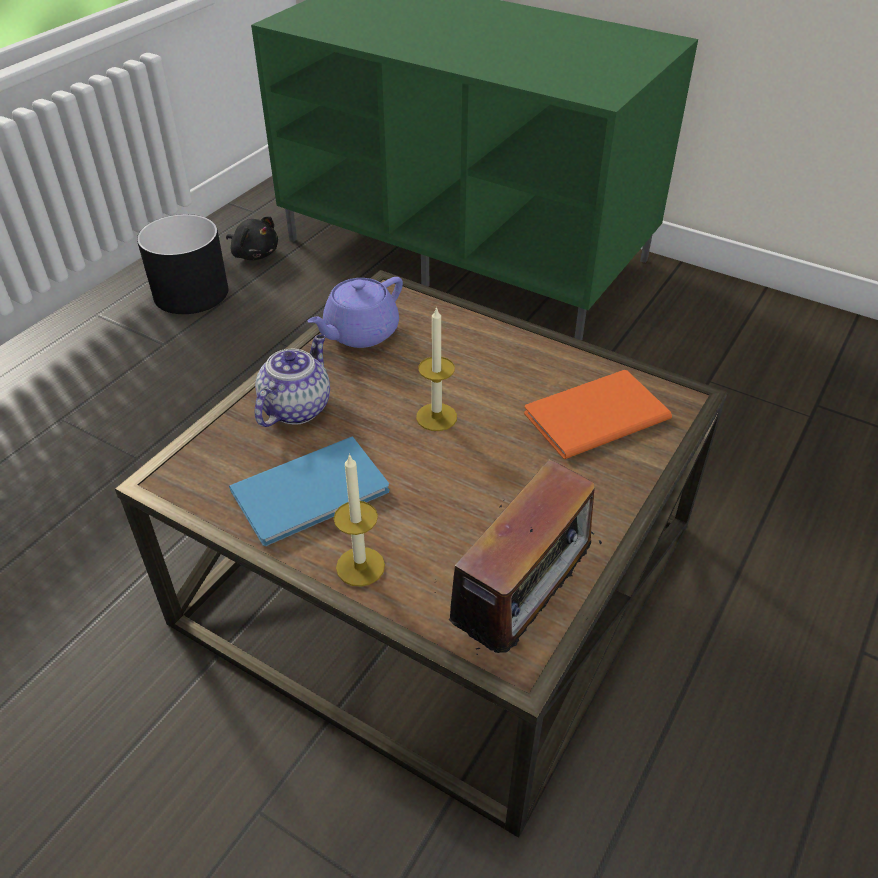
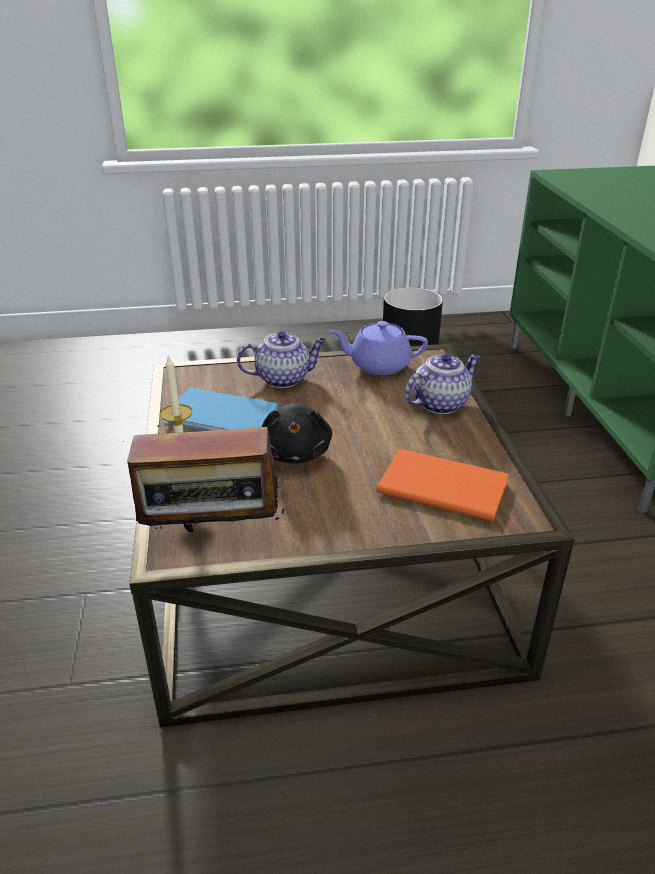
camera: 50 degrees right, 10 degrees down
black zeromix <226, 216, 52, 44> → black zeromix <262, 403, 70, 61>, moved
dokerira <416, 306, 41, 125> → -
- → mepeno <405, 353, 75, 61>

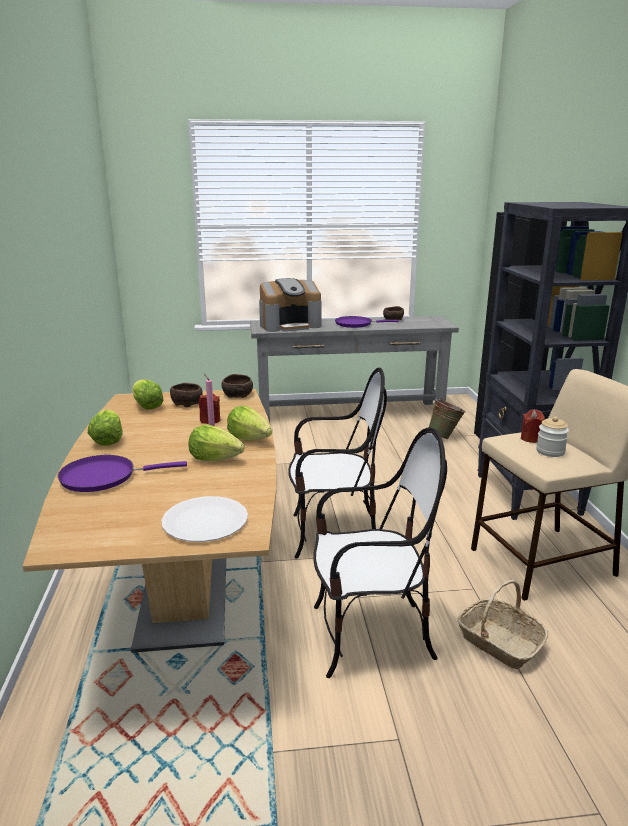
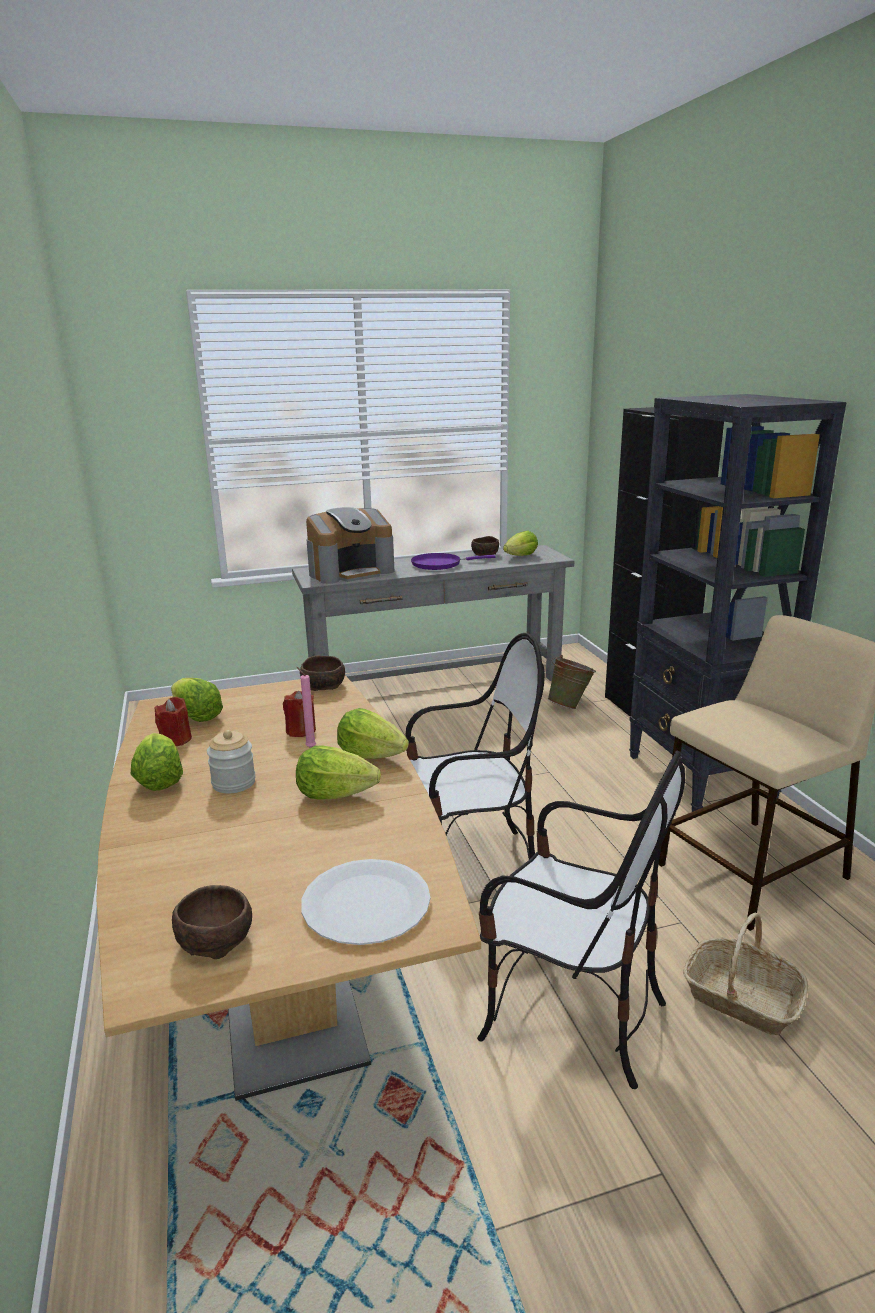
camera: 10 degrees left, 0 degrees up
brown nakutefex <170, 383, 33, 24> → brown nakutefex <172, 885, 80, 74>, moved
red dokerira <521, 409, 24, 34> → red dokerira <154, 697, 38, 49>, moved
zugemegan <536, 416, 33, 41> → zugemegan <207, 730, 49, 64>, moved
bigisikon <313, 427, 134, 251> → bigisikon <477, 750, 208, 339>, 45 degrees clockwise
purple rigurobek <58, 455, 129, 37> → -
- → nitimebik <503, 531, 35, 25>

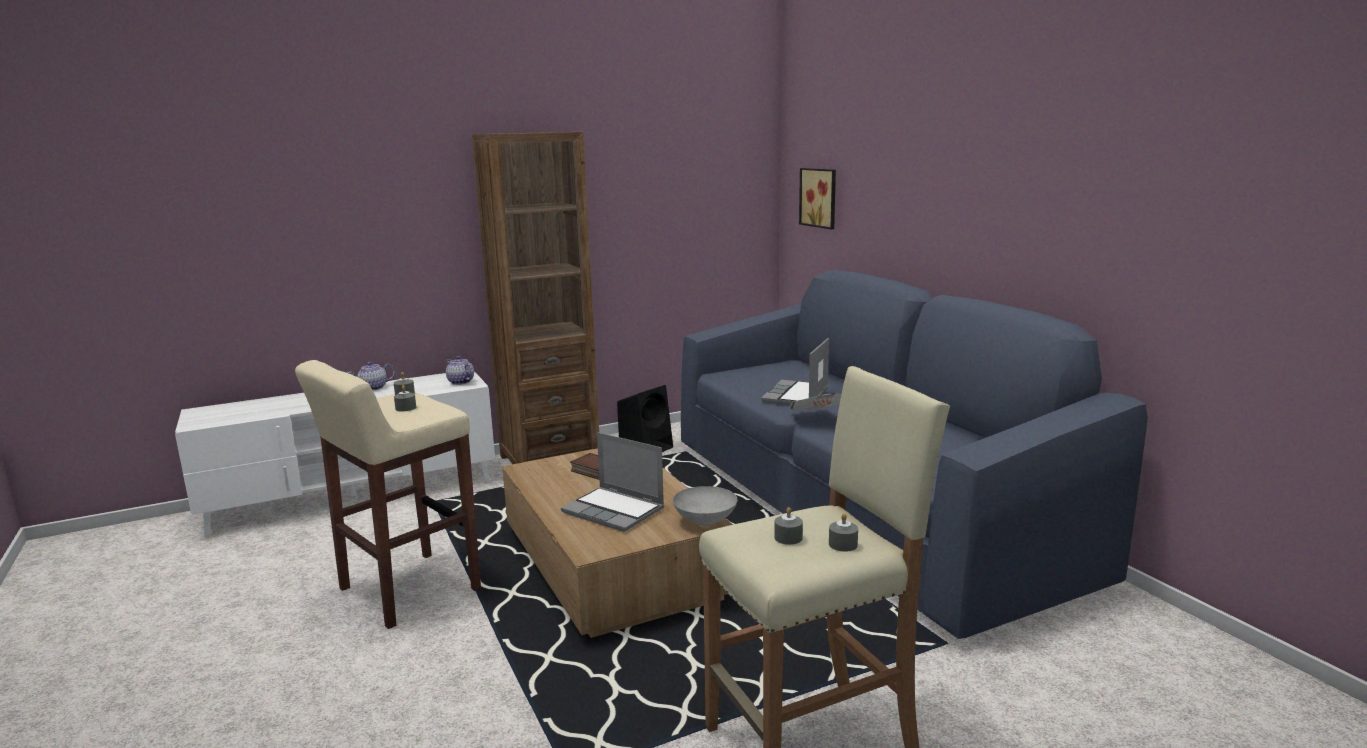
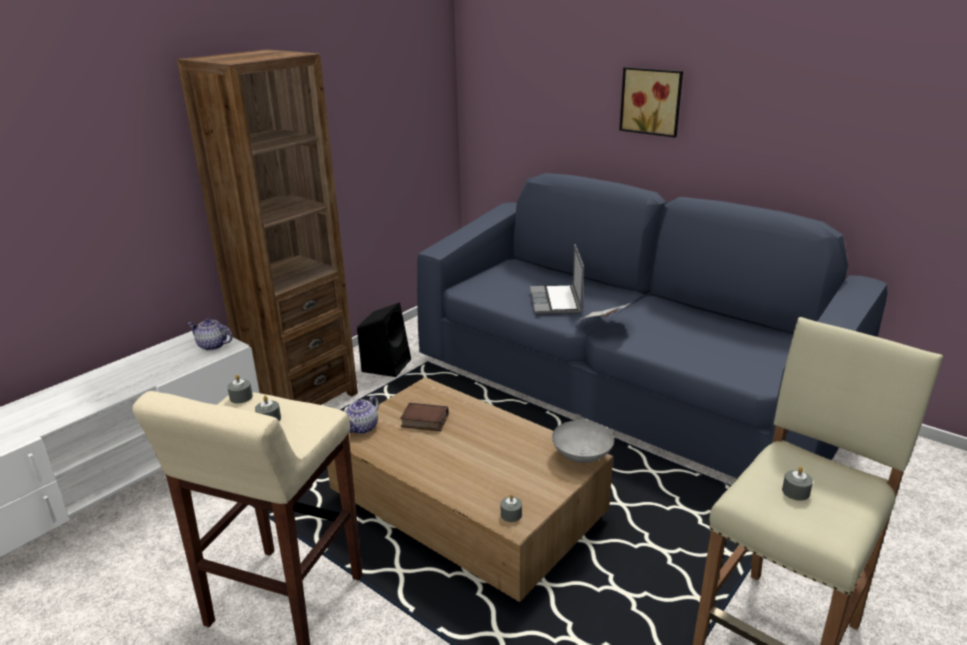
camera: 25 degrees left, 10 degrees up
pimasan <799, 168, 37, 61> → pimasan <619, 67, 64, 70>, moved
mepeno <347, 362, 48, 29> → mepeno <345, 395, 34, 39>, moved
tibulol <561, 432, 103, 100> → -
grey dokerira <829, 513, 29, 39> → grey dokerira <501, 494, 21, 28>, moved

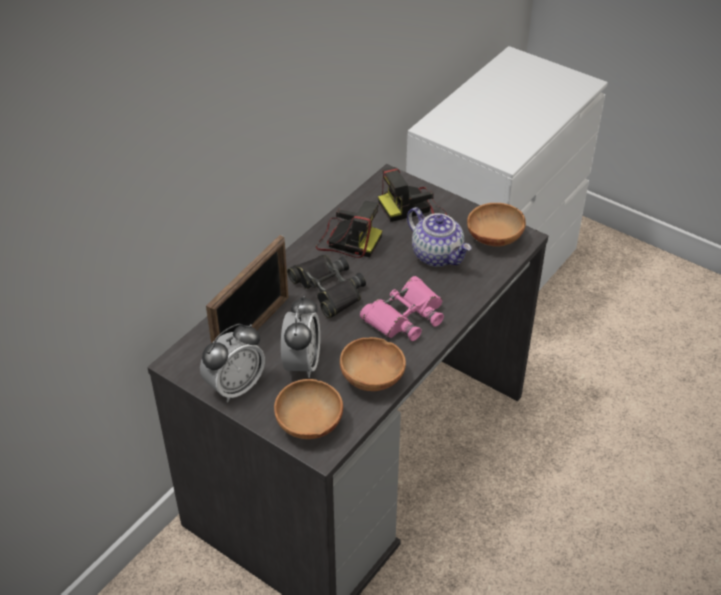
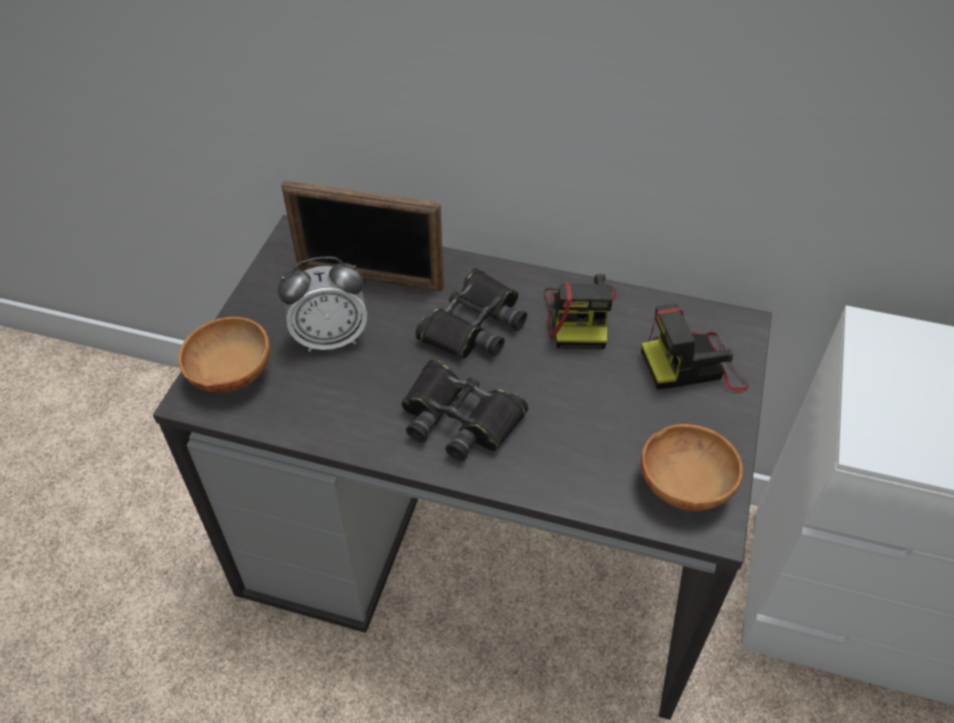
camera: 70 degrees right, 5 degrees up
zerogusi <378, 167, 69, 55> → zerogusi <641, 304, 107, 88>, 60 degrees counterclockwise
mepeno <407, 207, 64, 60> → -
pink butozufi <360, 276, 84, 65> → black butozufi <401, 359, 128, 103>
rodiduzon <200, 324, 65, 78> → -
brown nakutefex <340, 337, 66, 54> → -

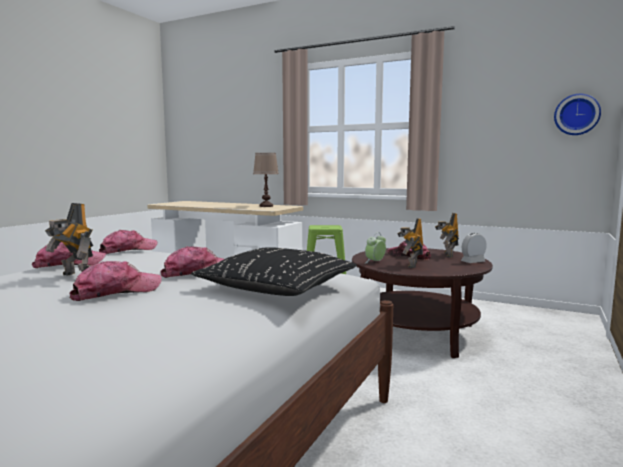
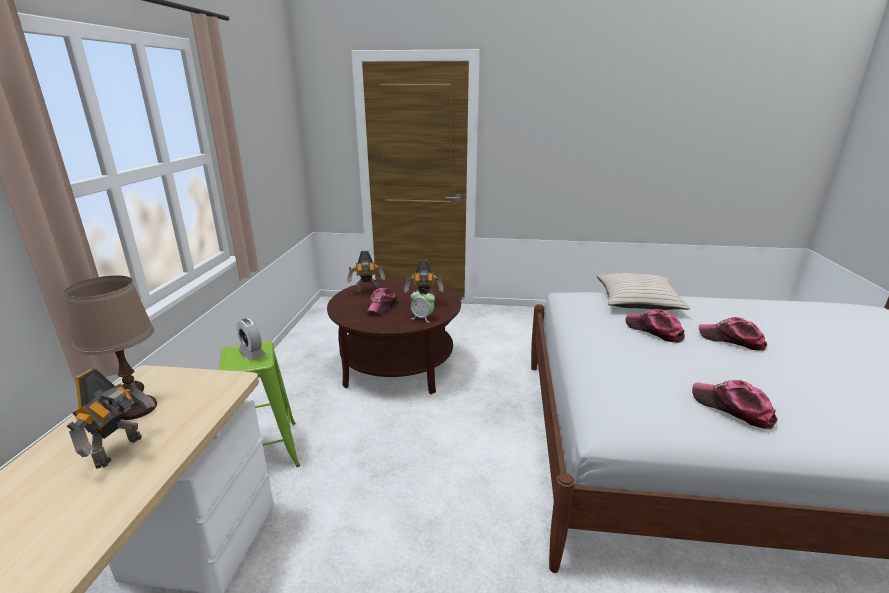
camera: 110 degrees left, 15 degrees up
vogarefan <554, 94, 47, 41> → -
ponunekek <45, 203, 48, 73> → ponunekek <67, 369, 89, 100>, moved
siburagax <99, 230, 59, 24> → -
rodiduzon <461, 233, 26, 30> → rodiduzon <237, 318, 28, 42>, moved
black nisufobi <191, 247, 166, 49> → beige nisufobi <596, 273, 95, 37>

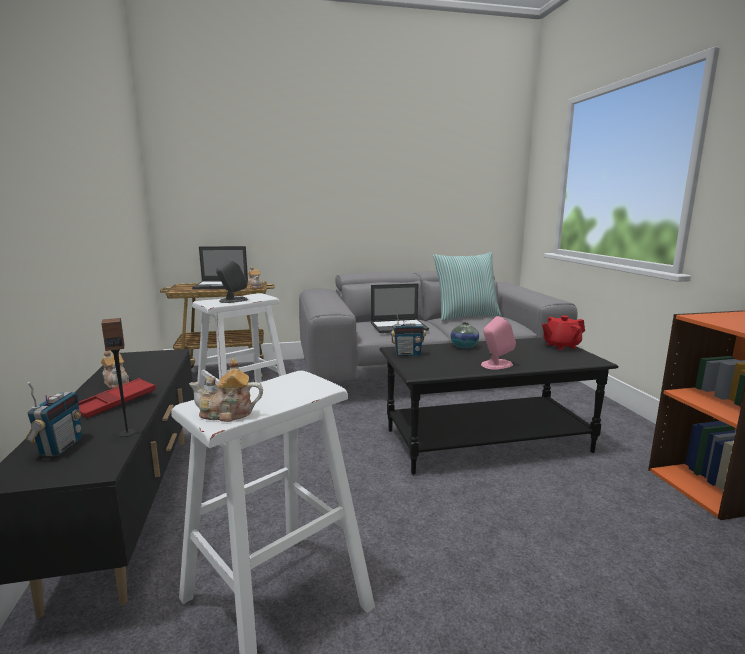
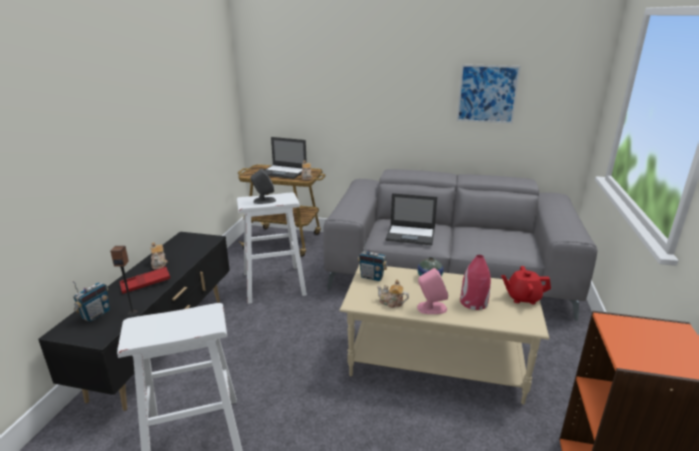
camera: 25 degrees right, 10 degrees up
nisufobi <433, 252, 68, 69> → -
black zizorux <379, 337, 239, 138> → beige zizorux <340, 264, 209, 141>
mepeno <189, 358, 74, 64> → mepeno <377, 279, 32, 29>, moved
- → pimasan <456, 64, 65, 60>
- → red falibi <460, 255, 31, 55>

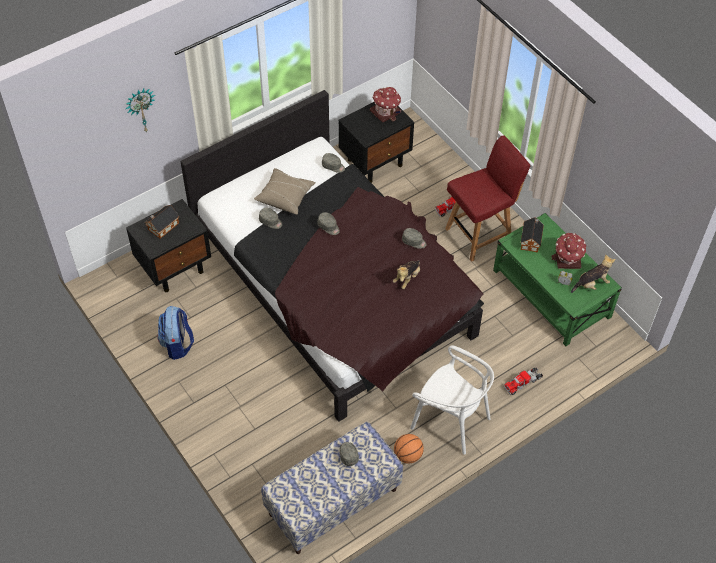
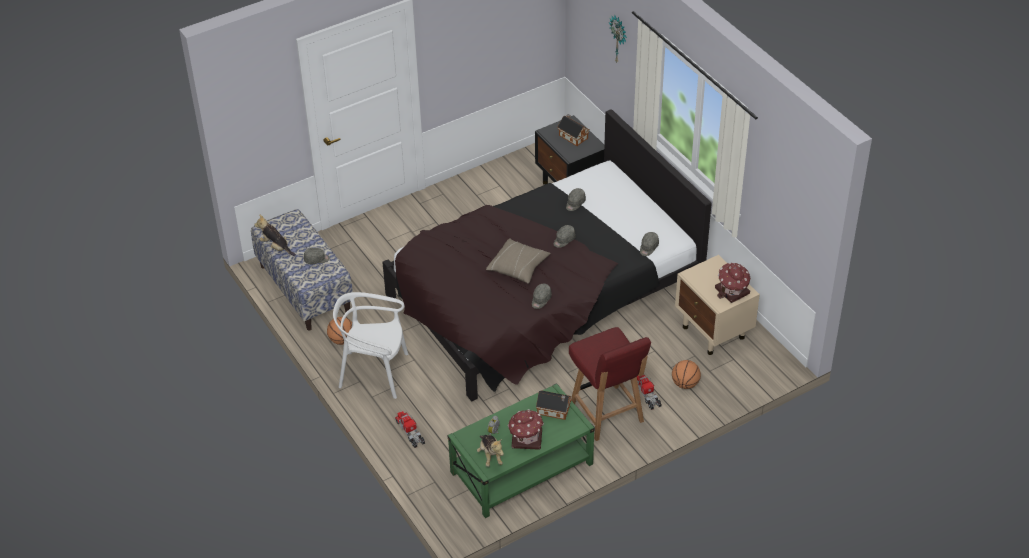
camera: 95 degrees right, 10 degrees down
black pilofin <338, 102, 76, 81> → beige pilofin <675, 255, 85, 100>
beige nisufobi <254, 168, 62, 47> → beige nisufobi <486, 238, 65, 46>, moved
zeromix <393, 260, 27, 29> → zeromix <254, 214, 42, 42>, moved
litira <157, 306, 37, 54> → -
white bigisikon <410, 345, 84, 110> → white bigisikon <333, 292, 75, 107>, 60 degrees clockwise
- → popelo <672, 360, 29, 29>

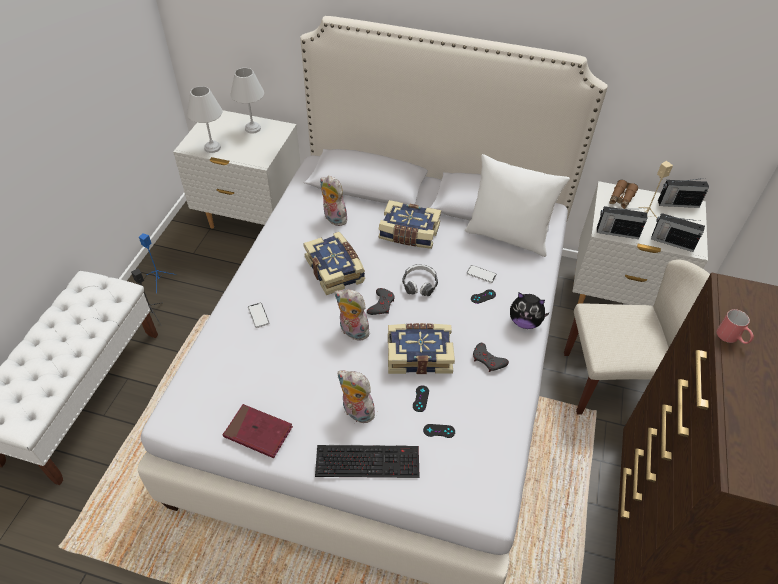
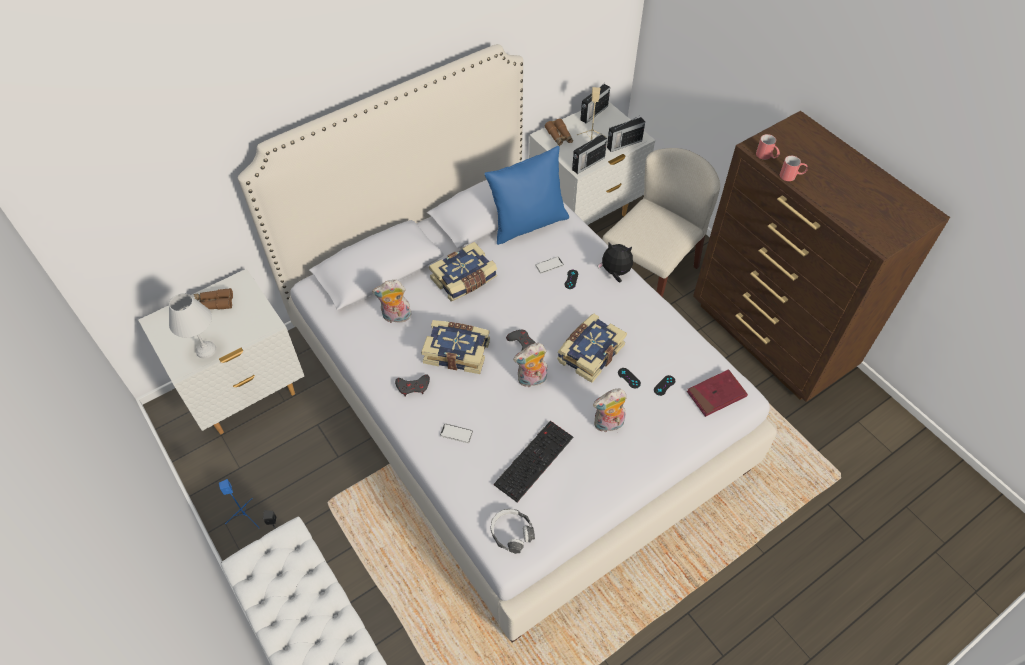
camera: 50 degrees left, 5 degrees up
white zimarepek <231, 68, 33, 65> → brown butozufi <193, 288, 40, 22>
white nisufobi <465, 154, 105, 103> → blue nisufobi <485, 146, 84, 99>
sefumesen <402, 264, 36, 32> → sefumesen <490, 508, 45, 46>, moved
zeromix <510, 292, 40, 37> → zeromix <598, 243, 35, 39>, 135 degrees counterclockwise
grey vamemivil <473, 343, 36, 29> → grey vamemivil <395, 374, 35, 22>, moved
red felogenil <223, 404, 70, 54> → red felogenil <687, 369, 61, 48>, moved
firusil <315, 445, 105, 33> → firusil <494, 421, 79, 81>, moved
- → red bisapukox <756, 134, 24, 26>

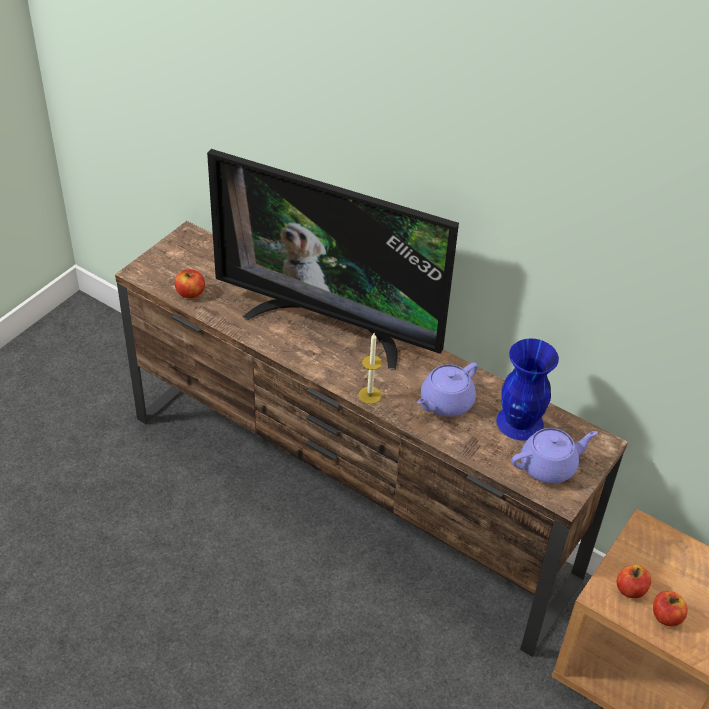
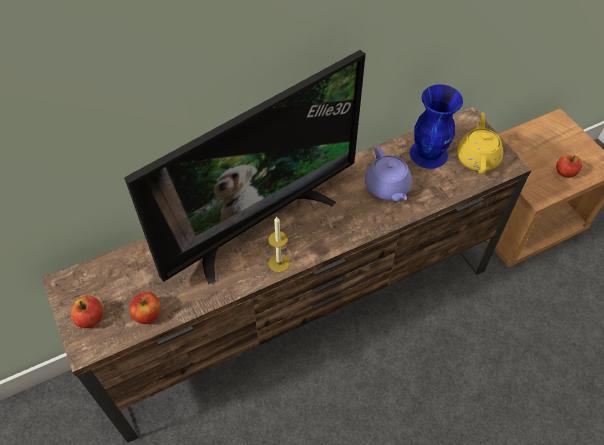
camera: 60 degrees left, 10 degrees up
dokerira <358, 333, 24, 71> → dokerira <268, 216, 22, 56>, moved
purple mepeno <512, 428, 86, 56> → yellow mepeno <457, 112, 46, 62>
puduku <617, 565, 34, 33> → puduku <71, 296, 32, 32>, moved

